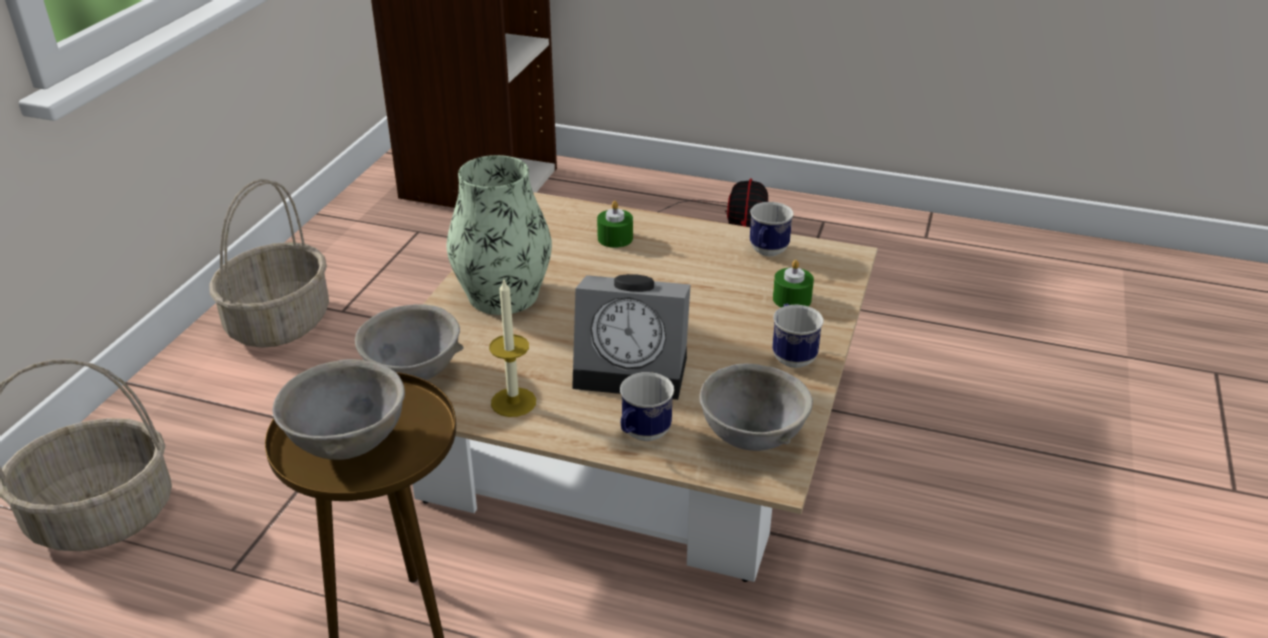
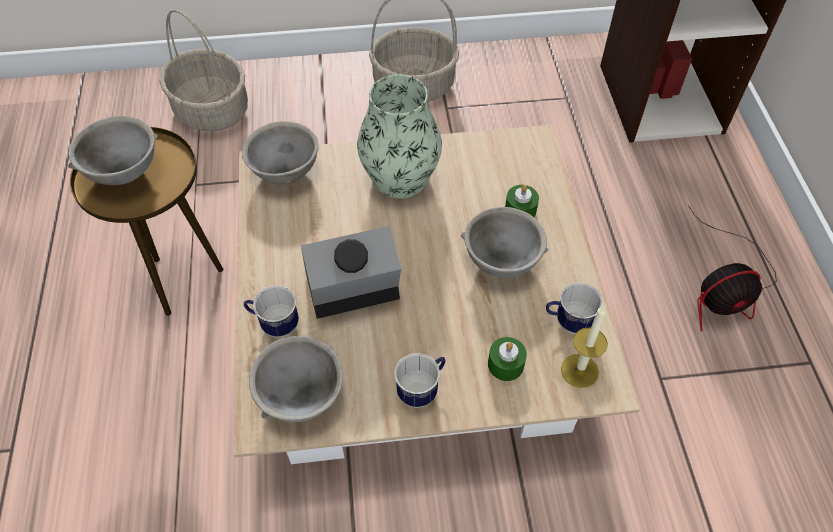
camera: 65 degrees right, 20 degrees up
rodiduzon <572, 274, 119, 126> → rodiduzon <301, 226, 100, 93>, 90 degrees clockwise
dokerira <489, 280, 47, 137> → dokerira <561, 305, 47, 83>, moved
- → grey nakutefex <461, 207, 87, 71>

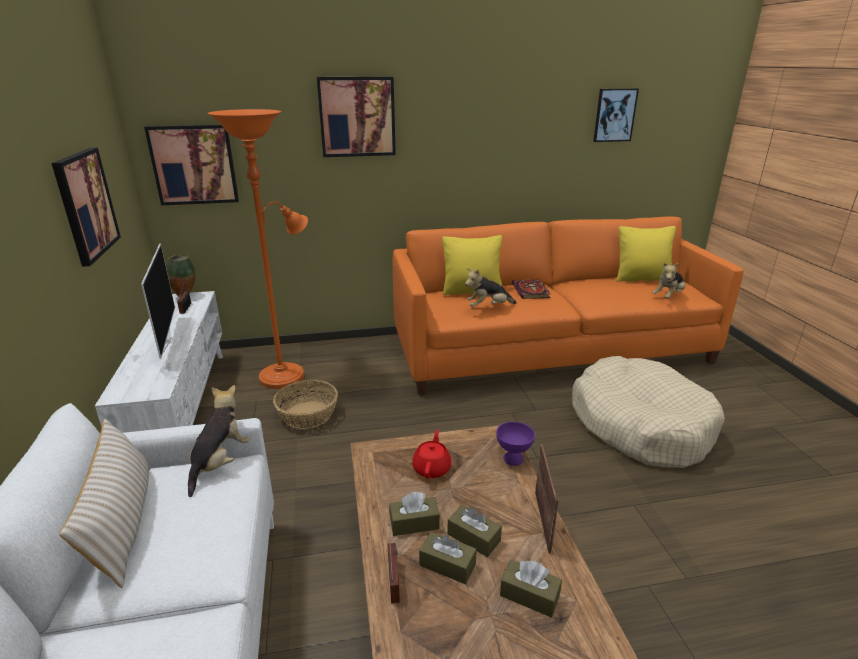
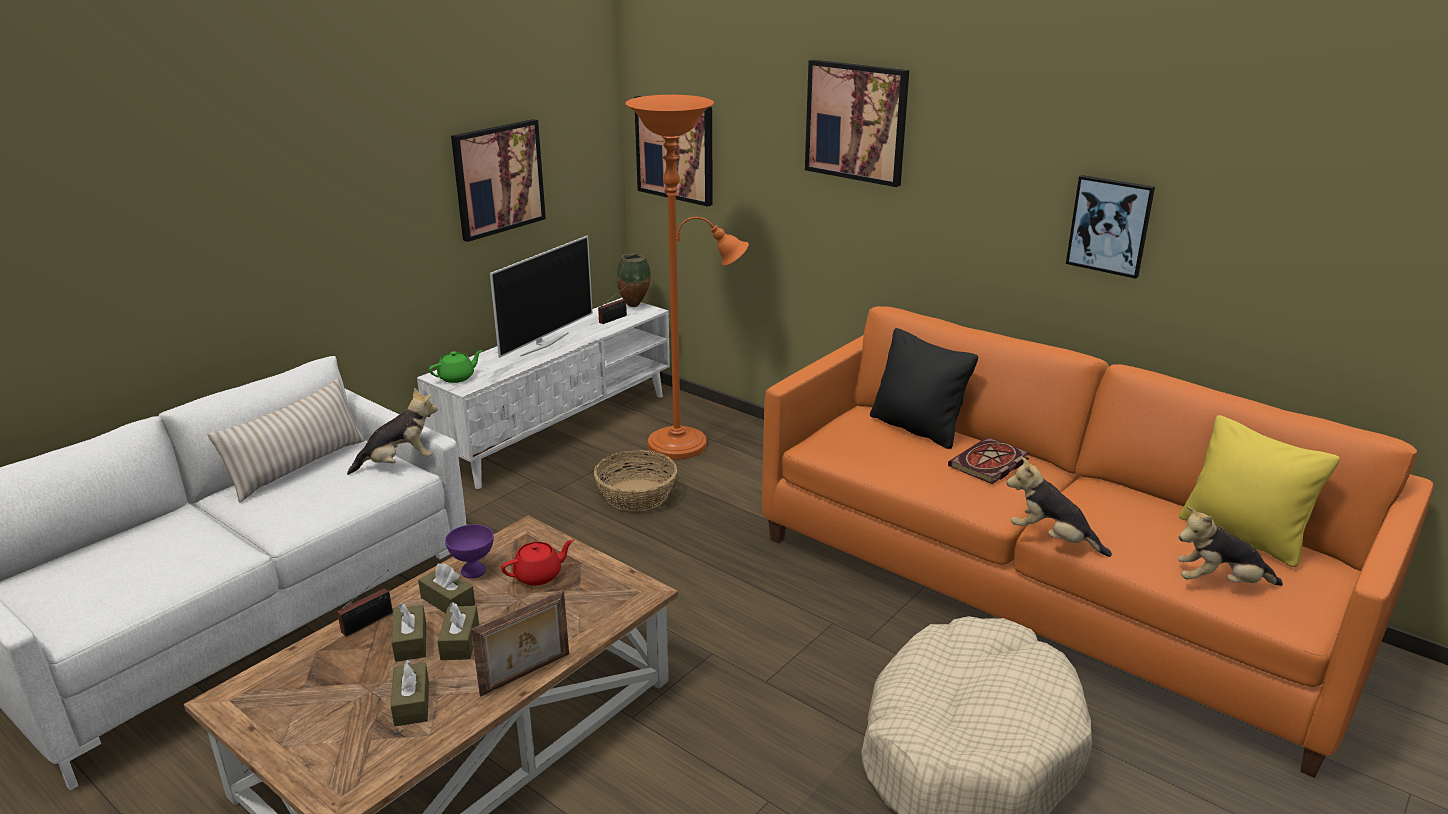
camera: 50 degrees right, 0 degrees up
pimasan <593, 88, 46, 54> → pimasan <1066, 175, 89, 104>, moved
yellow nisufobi <442, 235, 61, 60> → black nisufobi <870, 328, 108, 121>
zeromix <465, 268, 52, 39> → zeromix <1006, 456, 106, 101>, moved
purple nakutefex <496, 422, 39, 44> → purple nakutefex <445, 524, 49, 54>, moved
- → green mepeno <429, 350, 53, 33>

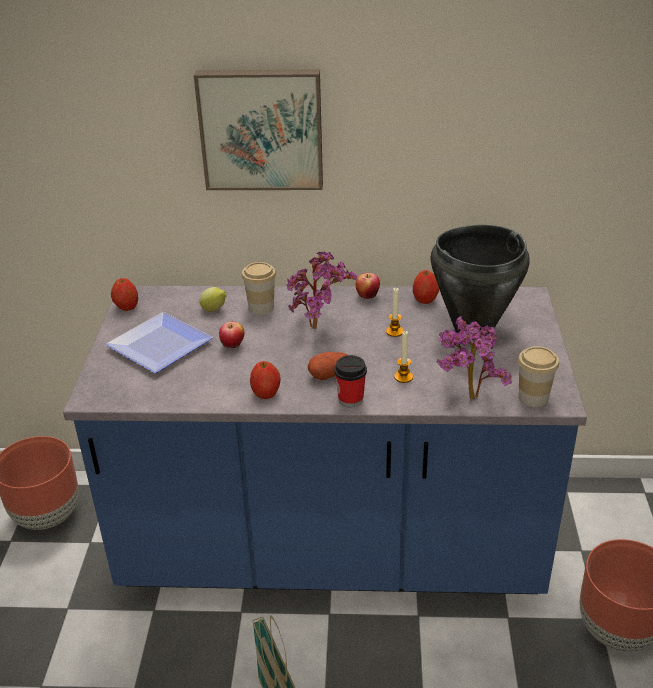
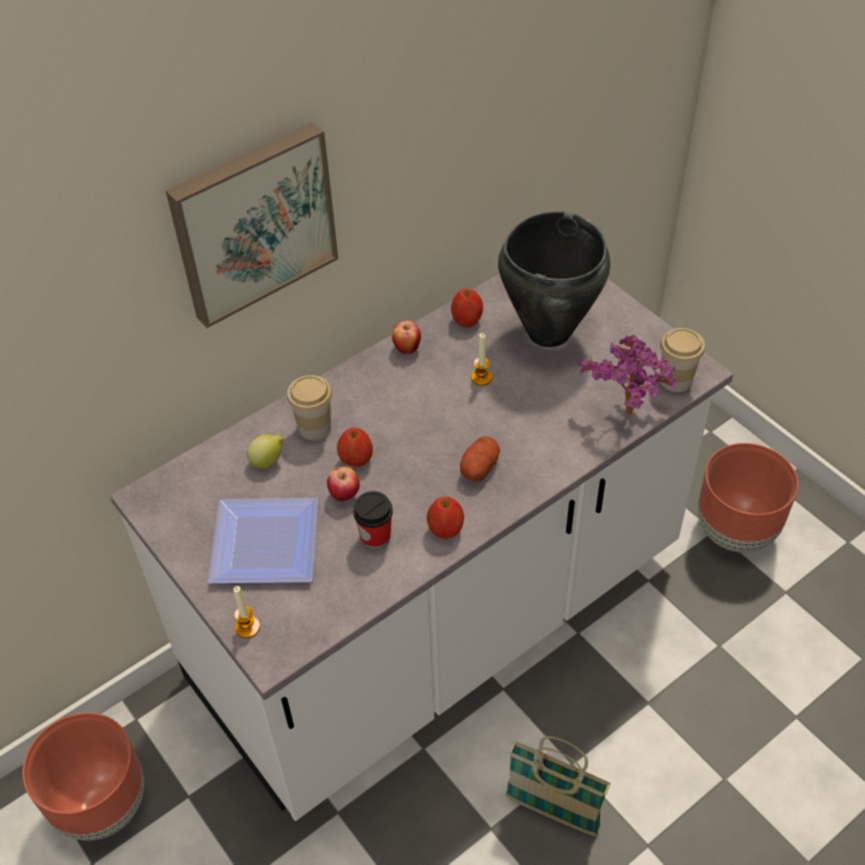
camera: 40 degrees left, 15 degrees up
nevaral <286, 251, 71, 78> → -
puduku <111, 278, 27, 33> → puduku <337, 428, 36, 39>, moved
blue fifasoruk <63, 286, 524, 308> → white fifasoruk <110, 273, 623, 548>
dokerira <394, 331, 19, 52> → dokerira <233, 586, 27, 52>, moved
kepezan <334, 355, 33, 53> → kepezan <353, 491, 40, 59>, moved

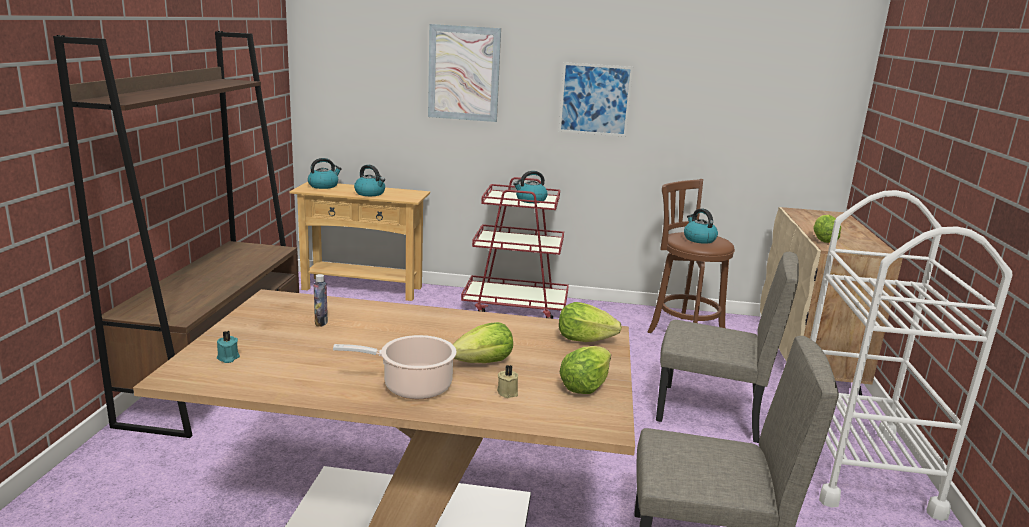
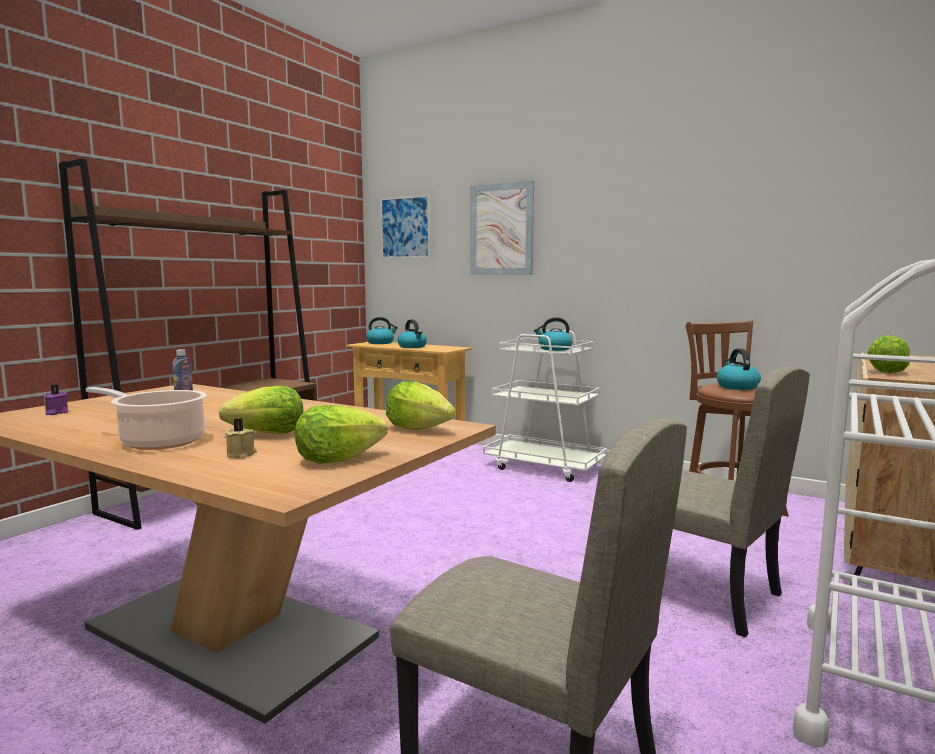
camera: 25 degrees right, 10 degrees down
pimasan <559, 62, 74, 75> → pimasan <380, 194, 51, 65>, moved
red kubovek <461, 177, 108, 142> → white kubovek <483, 330, 124, 152>
turquoise dokerira <217, 331, 23, 32> → purple dokerira <44, 384, 24, 31>

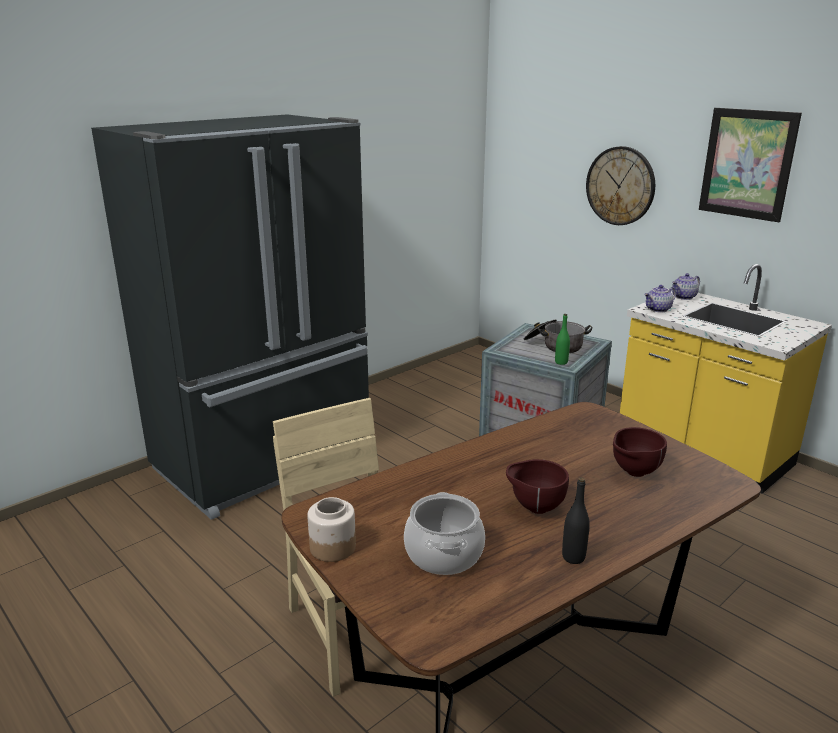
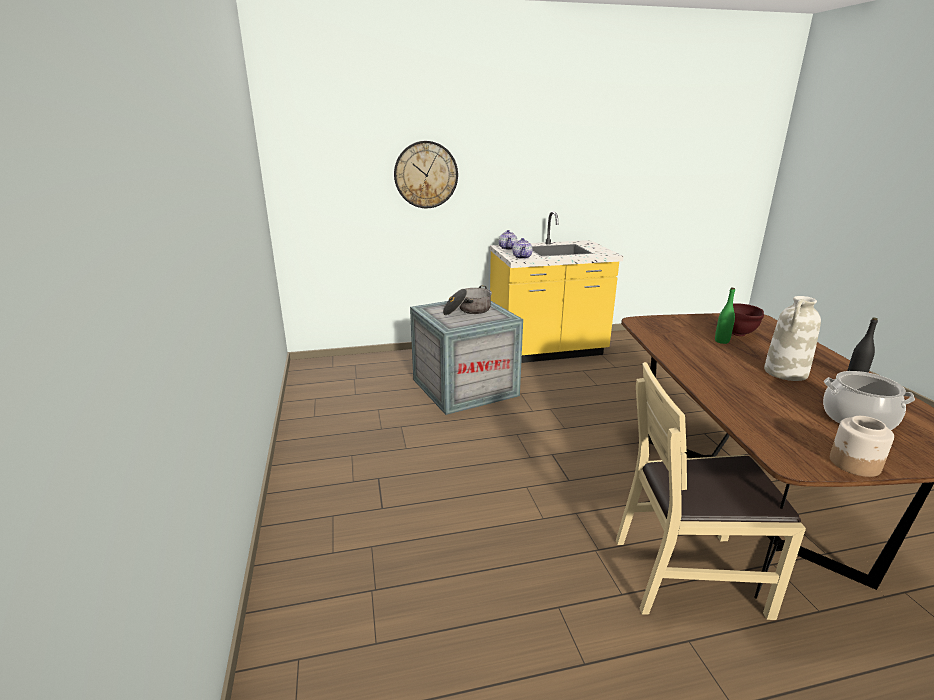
camera: 60 degrees left, 0 degrees up
pimasan <699, 108, 103, 114> → -
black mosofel <91, 115, 278, 405> → -
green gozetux <555, 314, 15, 51> → green gozetux <715, 288, 20, 56>, moved
brown nakutefex <506, 459, 63, 55> → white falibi <764, 296, 57, 85>

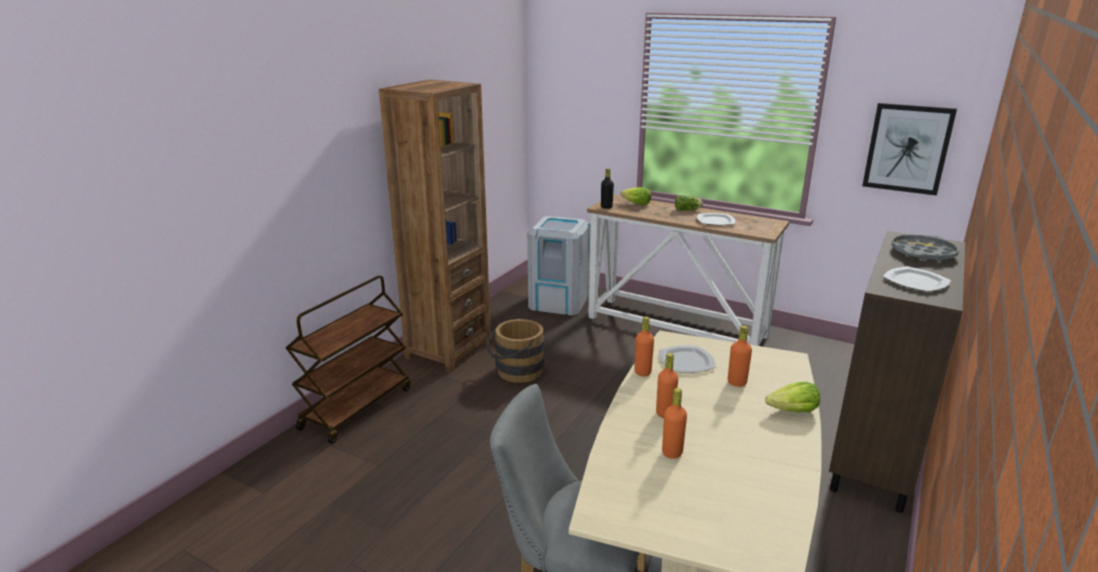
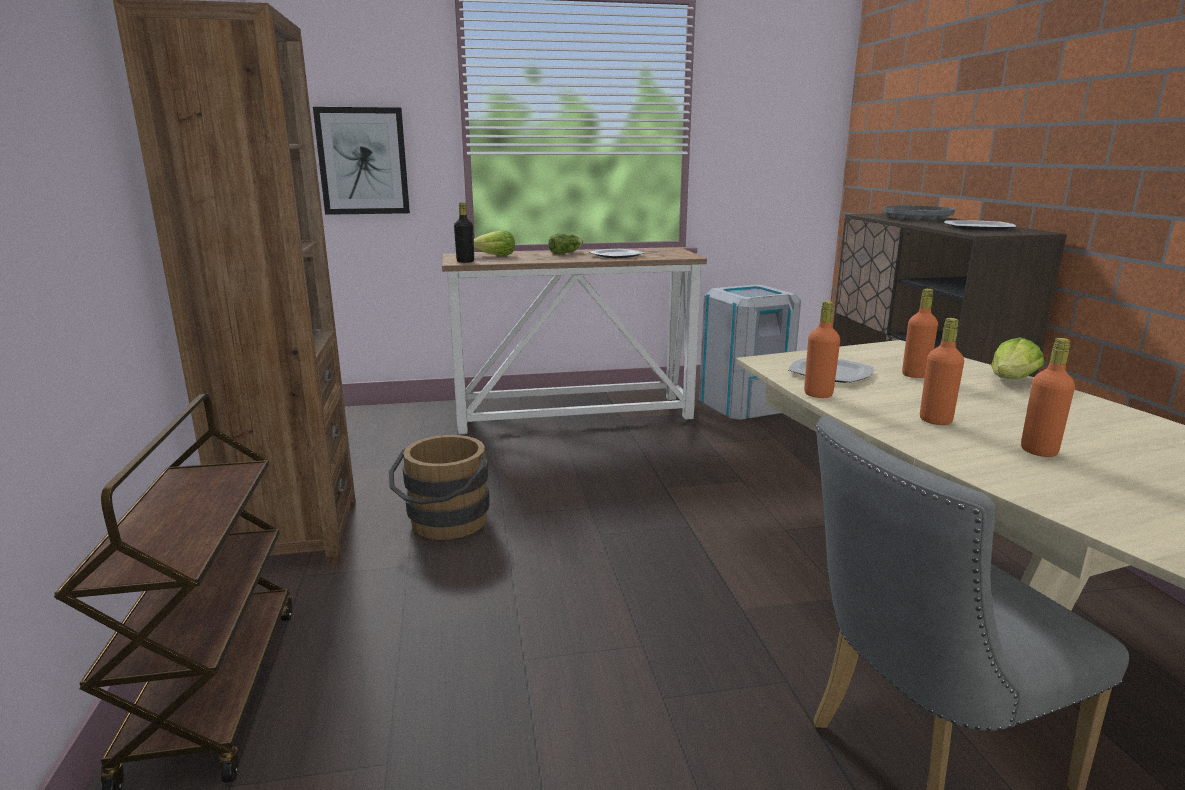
camera: 40 degrees left, 5 degrees down
pimasan <862, 103, 95, 93> → pimasan <313, 107, 97, 108>, moved
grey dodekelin <527, 216, 63, 99> → grey dodekelin <699, 284, 102, 136>, moved

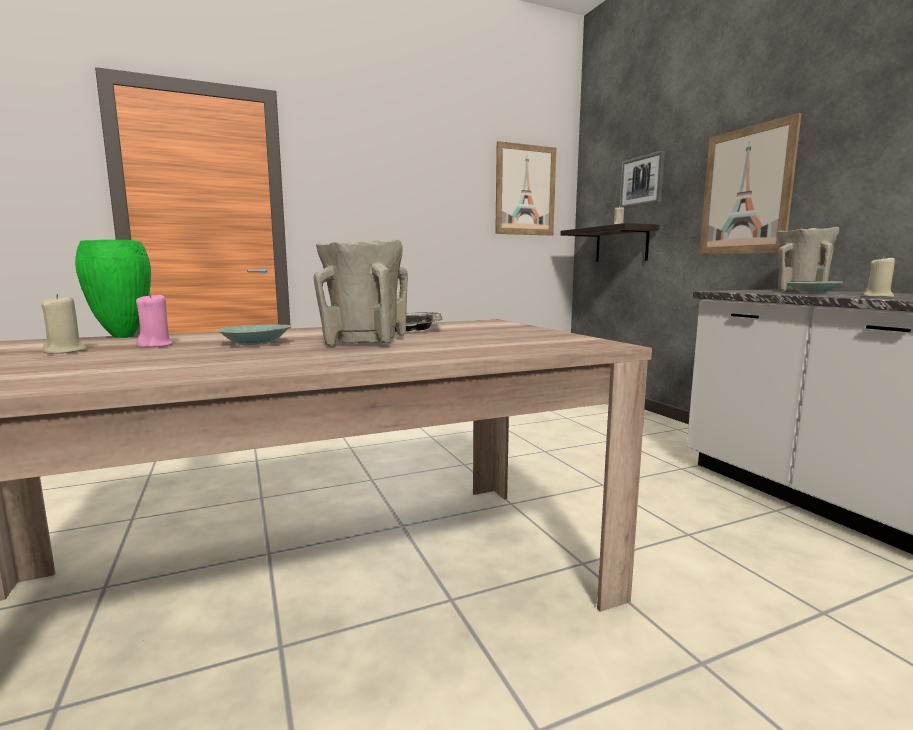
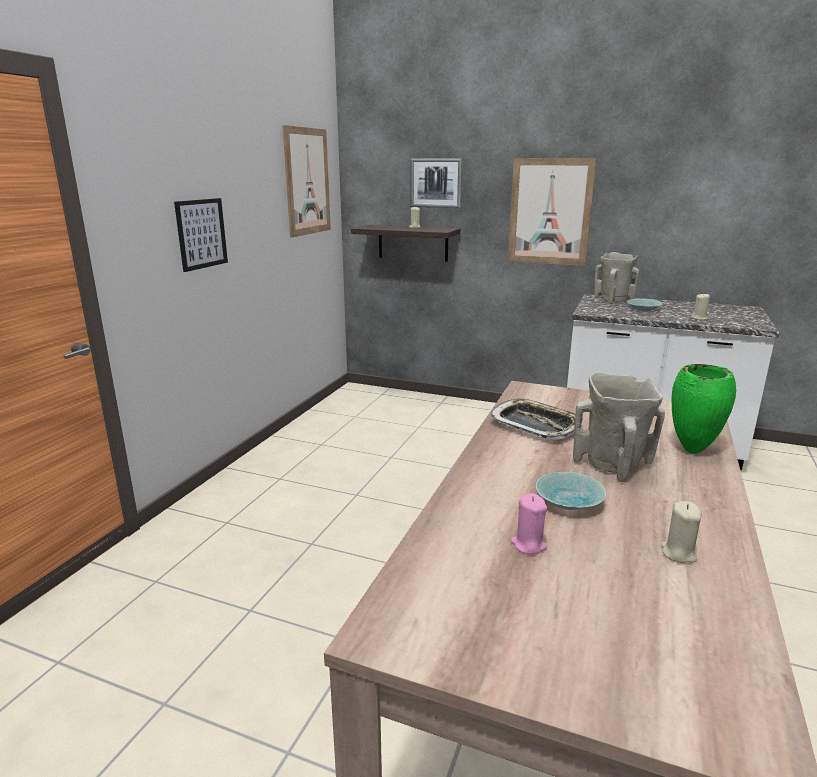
camera: 45 degrees left, 10 degrees up
green falibi <75, 240, 76, 98> → green falibi <672, 364, 64, 90>, moved
beige dokerira <41, 294, 46, 60> → beige dokerira <661, 501, 41, 62>, moved
- → pimasan <174, 198, 54, 74>

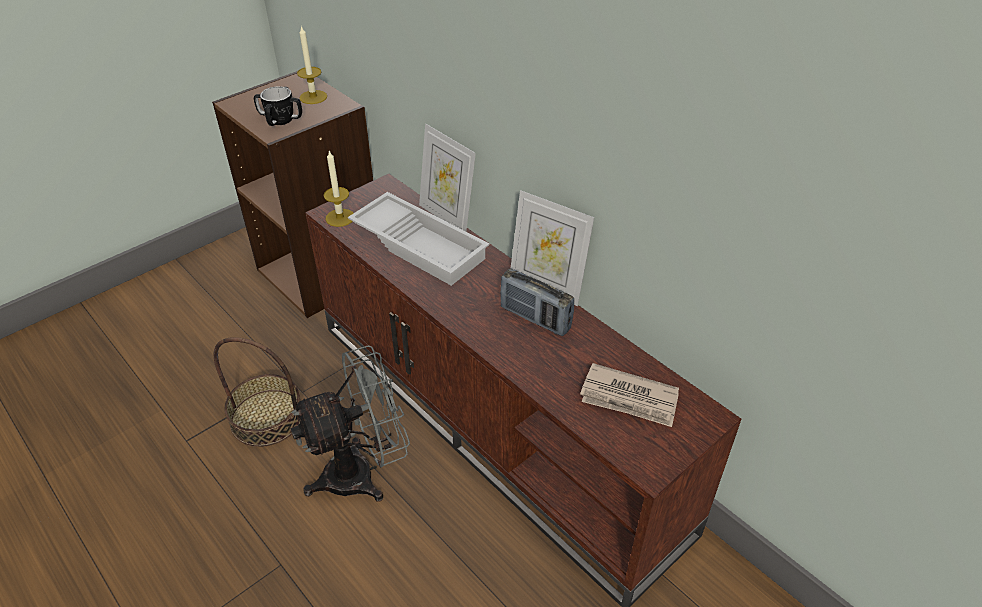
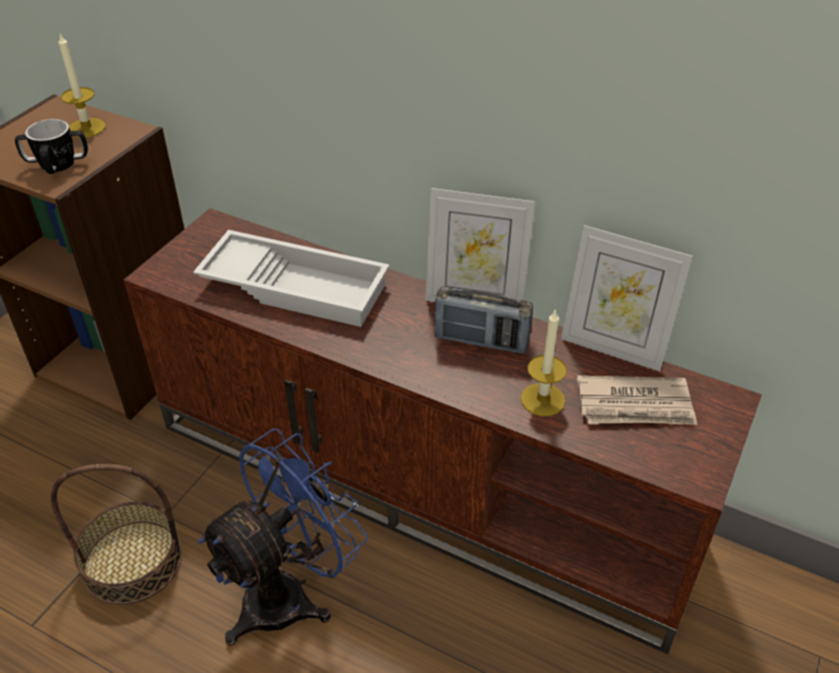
camera: 20 degrees left, 0 degrees up
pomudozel <419, 124, 57, 107> → pomudozel <561, 225, 132, 146>, moved
dokerira <324, 151, 29, 76> → dokerira <520, 310, 47, 106>, moved
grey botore <290, 345, 120, 157> → blue botore <198, 429, 170, 217>

